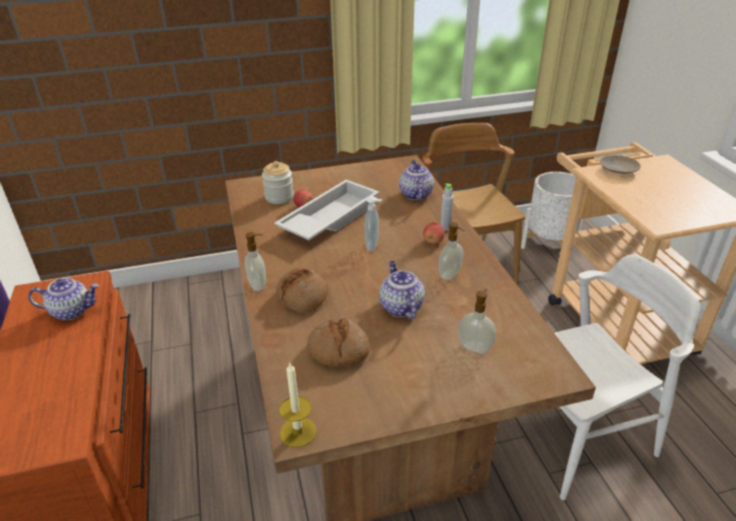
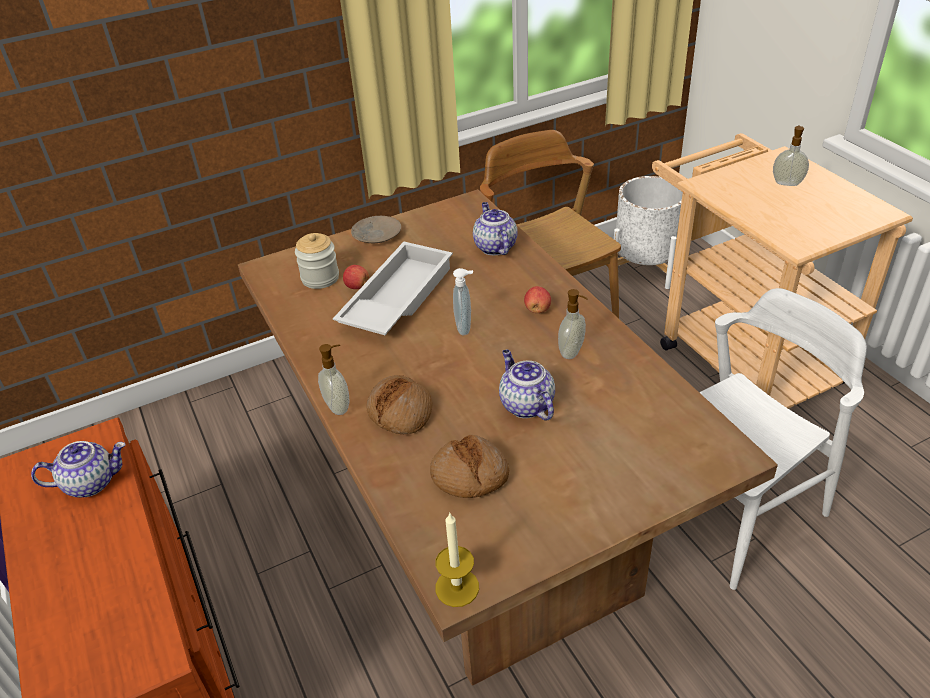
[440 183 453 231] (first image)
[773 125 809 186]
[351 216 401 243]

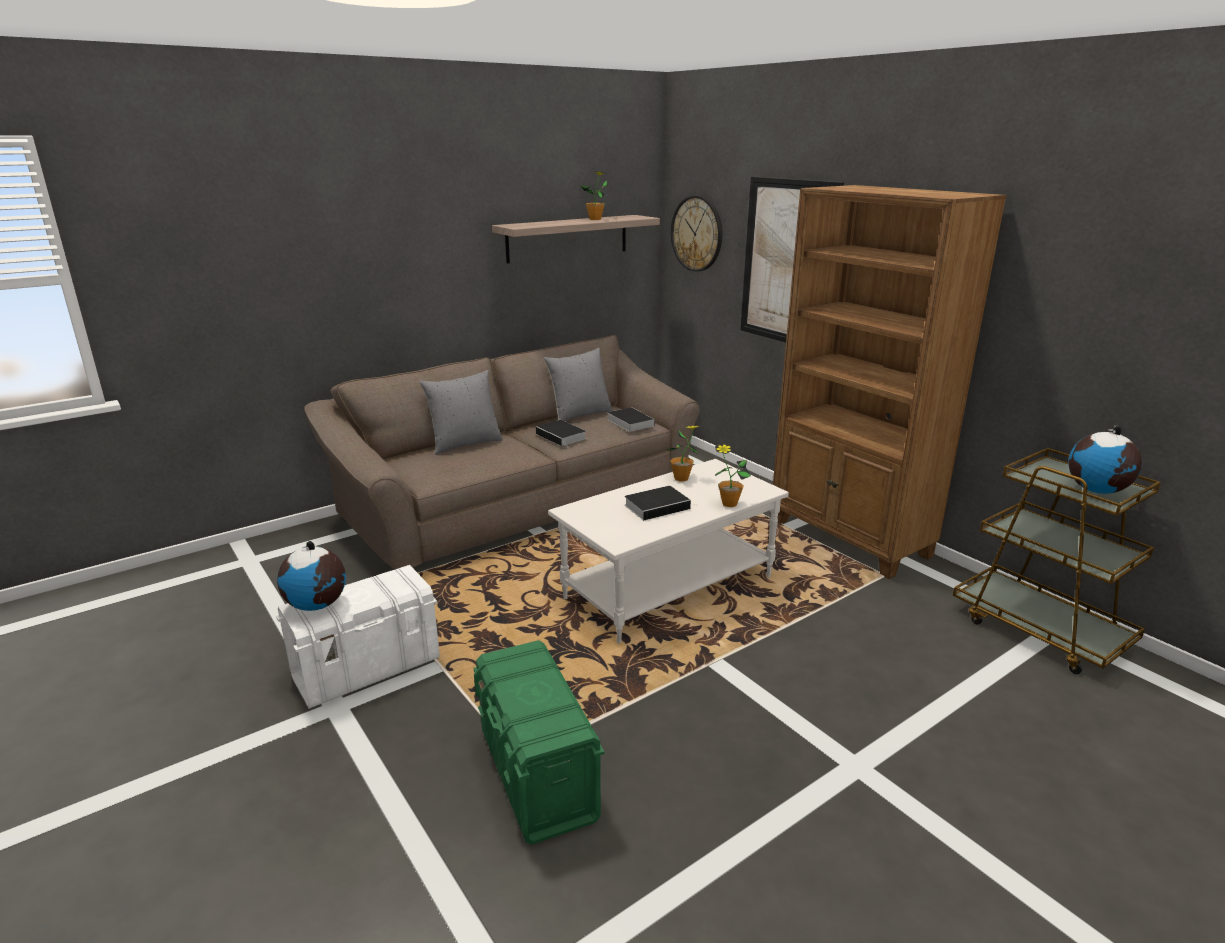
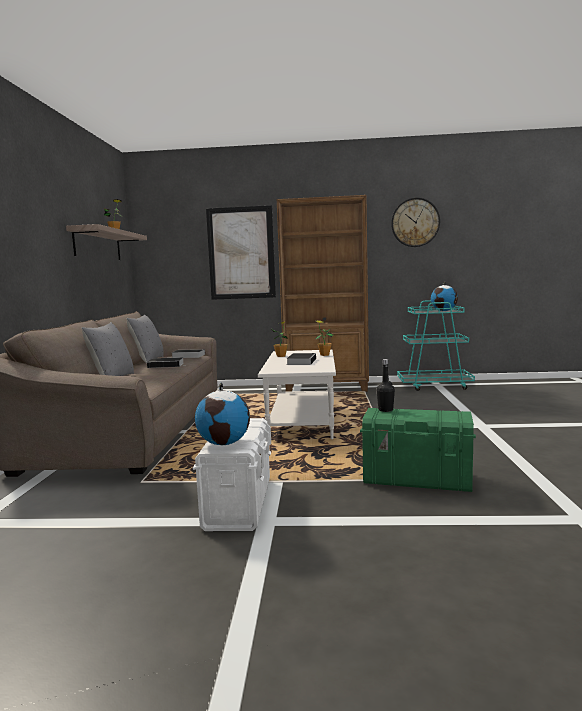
[391 198 440 247]
[397 300 475 391]
[377 359 395 412]

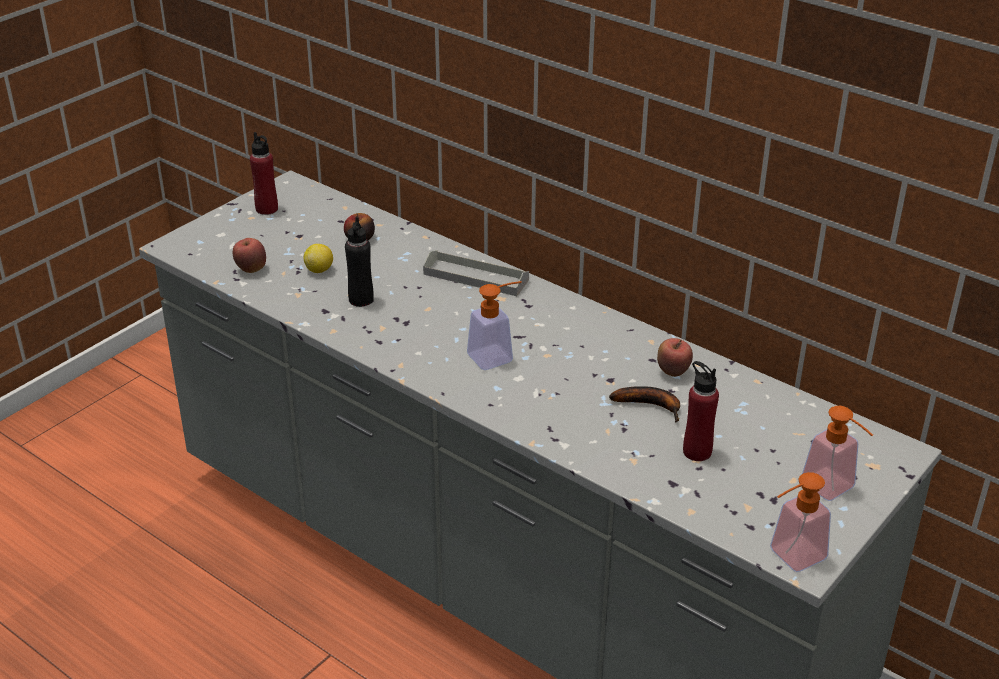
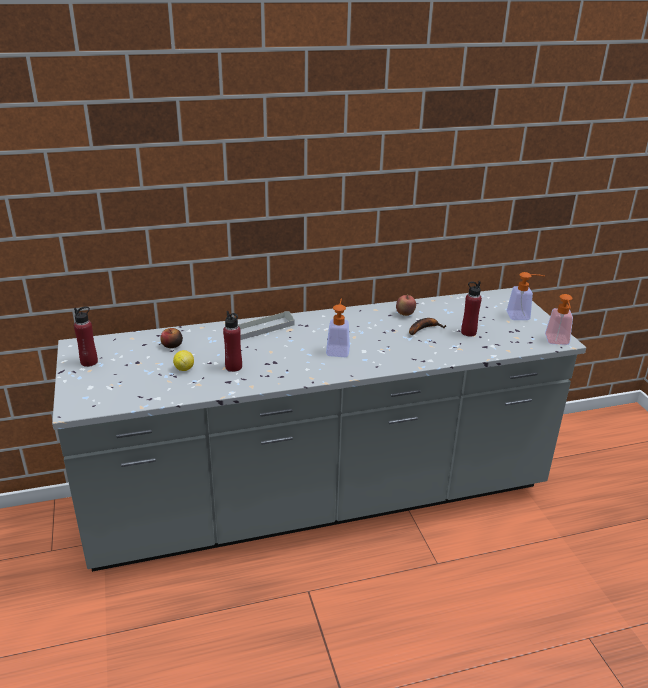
[233 238 266 273] (first image)
[223 311 242 372]

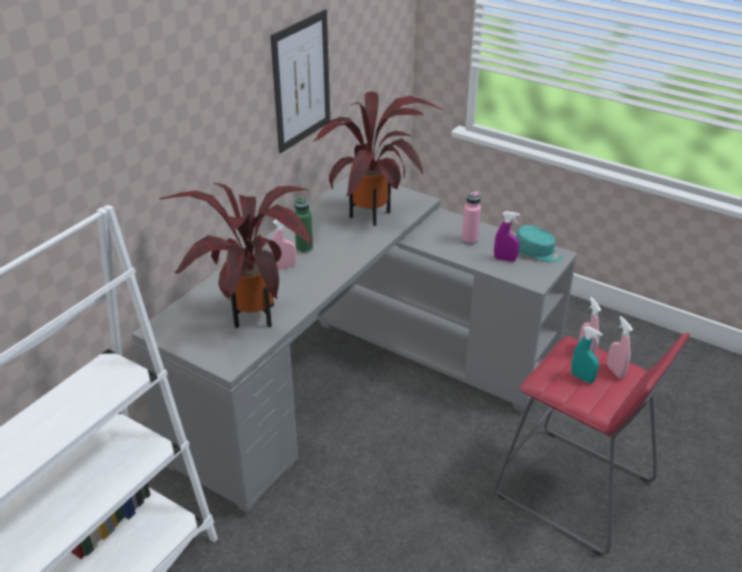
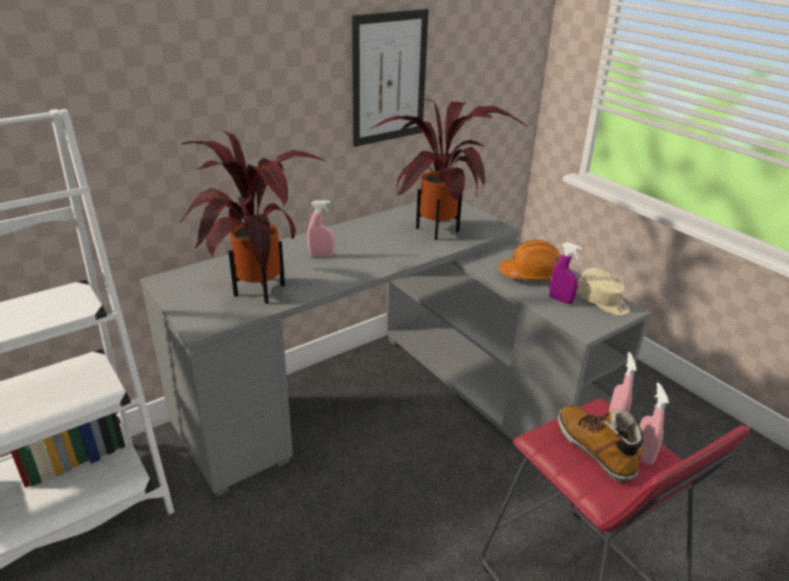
[294 198 313 253] (first image)
[499 240 560 281]
[577 268 630 315]
[558 405 644 483]

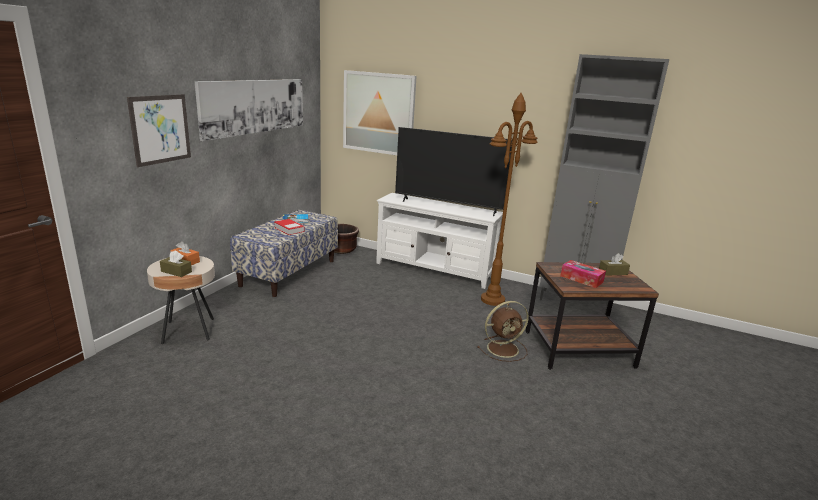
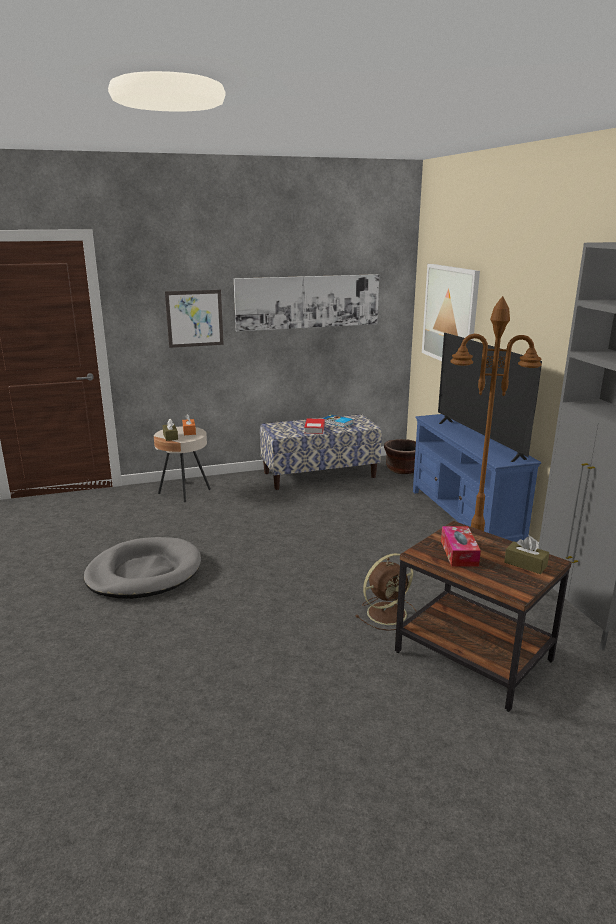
[413 414 541 542]
[355 553 416 631]
[84 537 201 599]

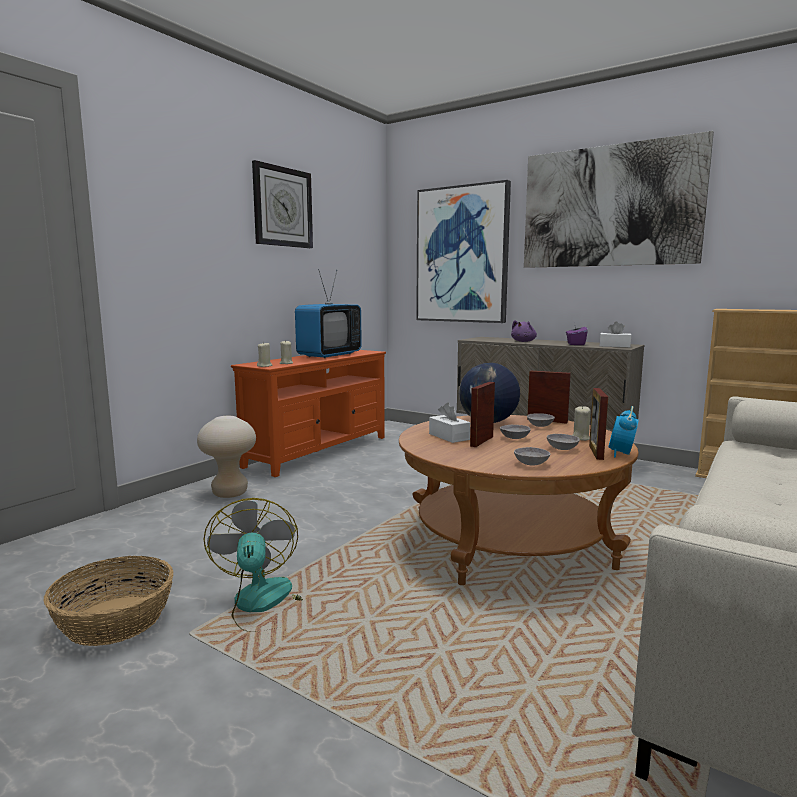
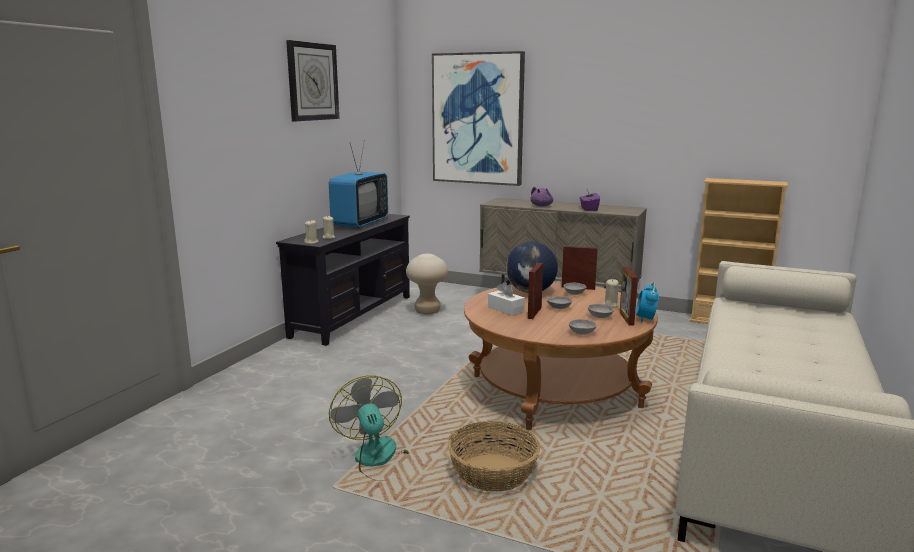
[447 421 540 492]
[406 254 448 314]
[276 214 410 346]
[524 131 714 268] (first image)
[600 321 631 347] (first image)

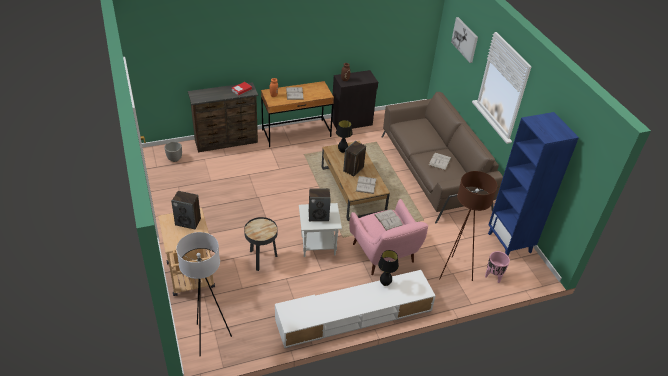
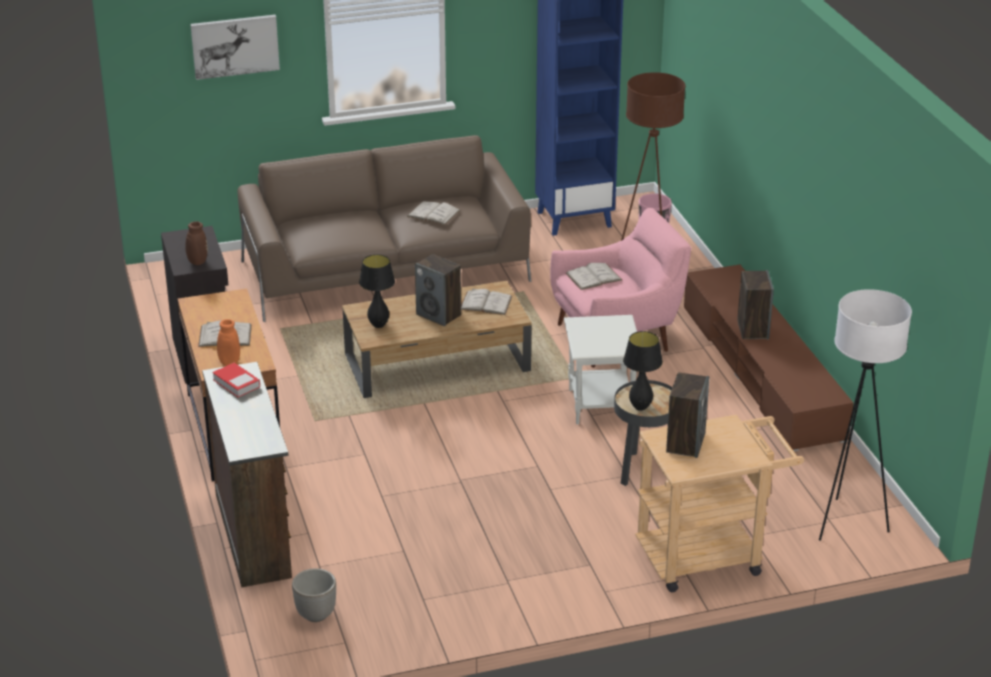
[684 264 853 451]
[737 270 774 340]
[623 331 663 411]

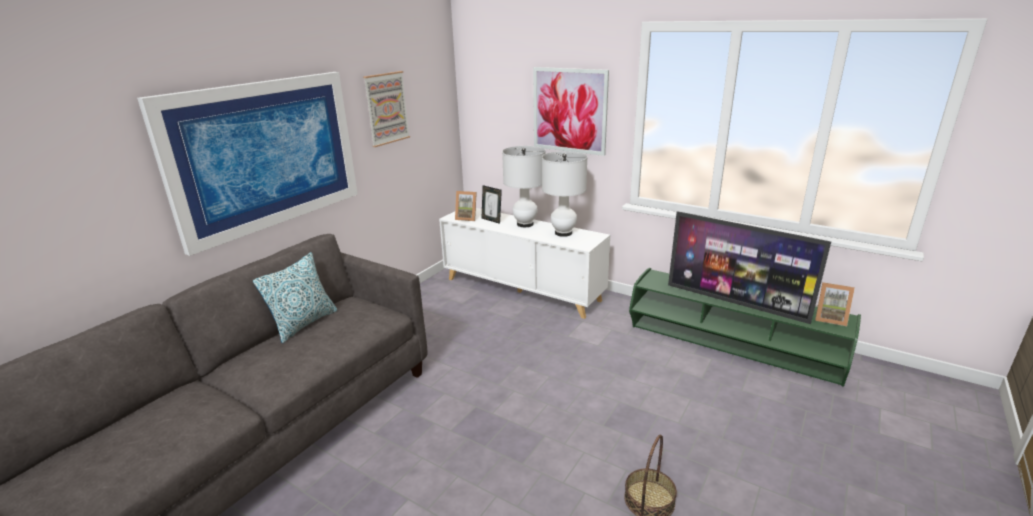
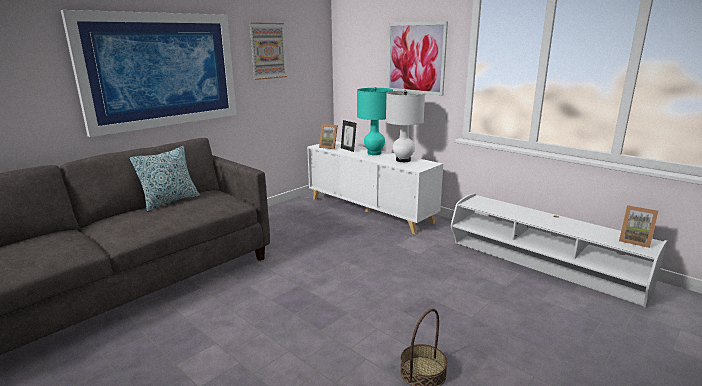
[357 87 393 155]
[451 193 667 308]
[668 211 831 324] (first image)

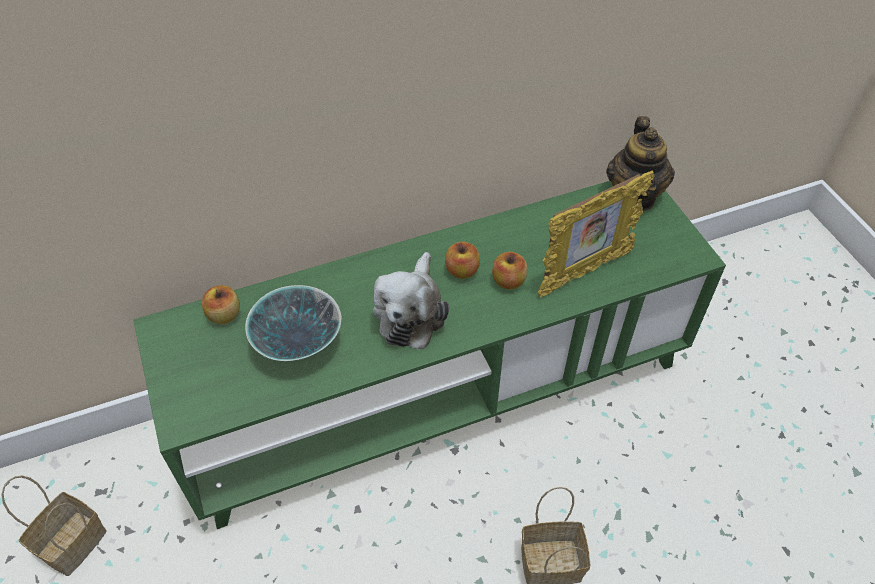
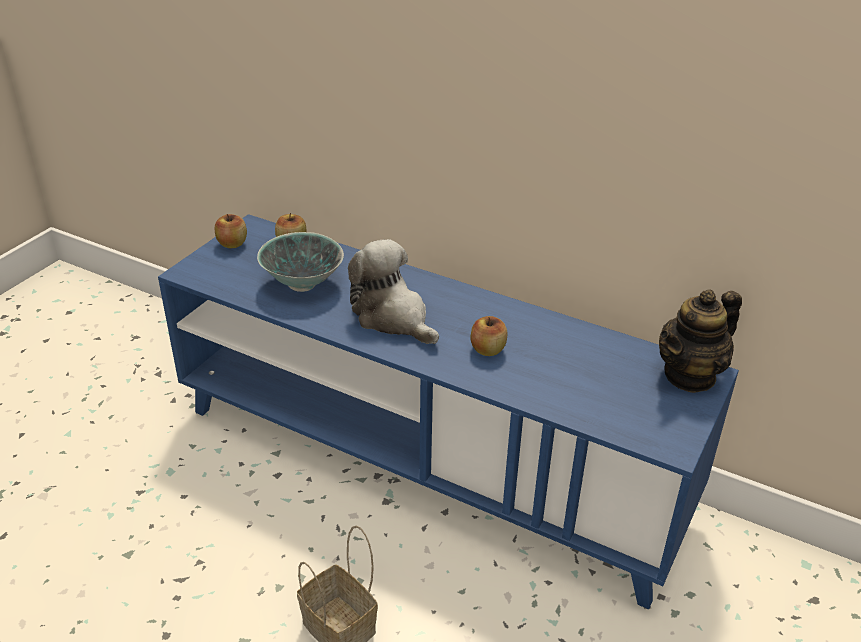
[1 476 107 576] (first image)
[158 214 739 609]
[348 239 439 344]
[215 214 247 248]
[538 170 654 297] (first image)

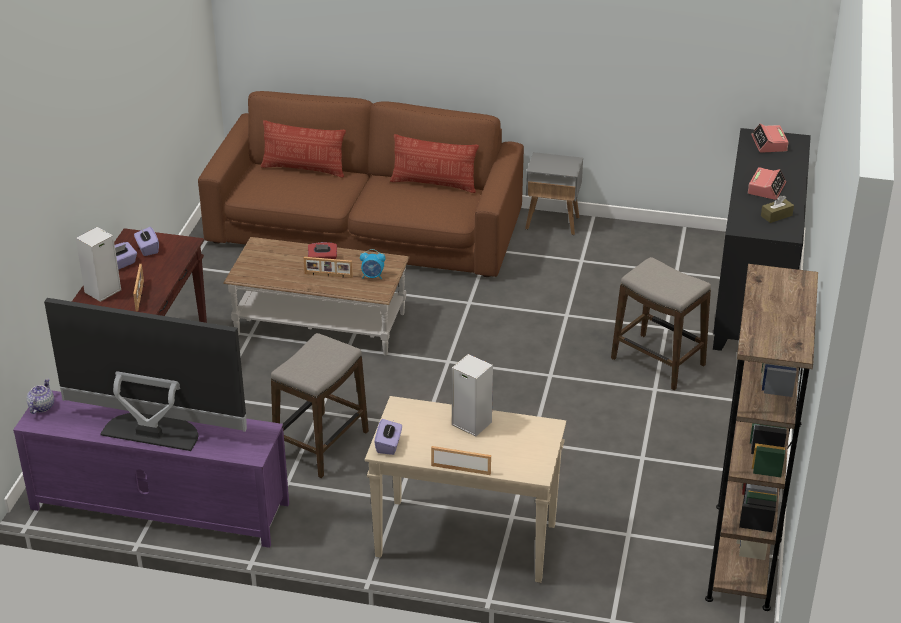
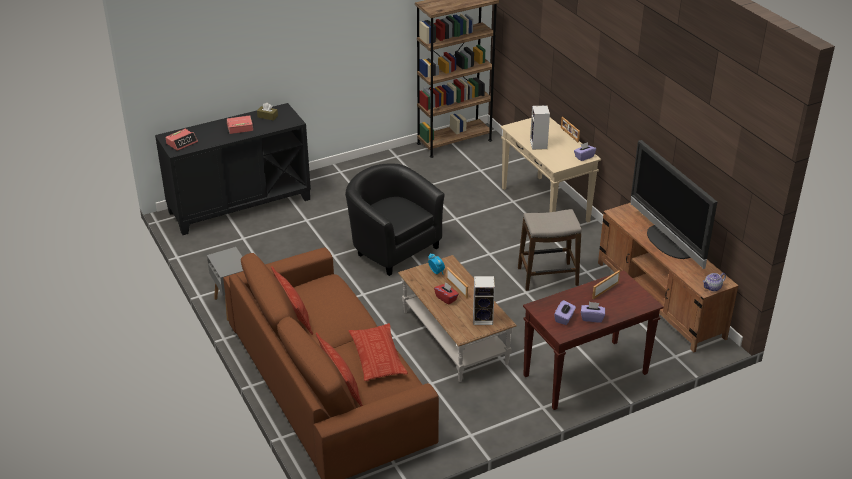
[598 203 739 352]
[473 276 495 325]
[611 257 711 390] (first image)
[345 163 445 276]
[349 323 408 381]

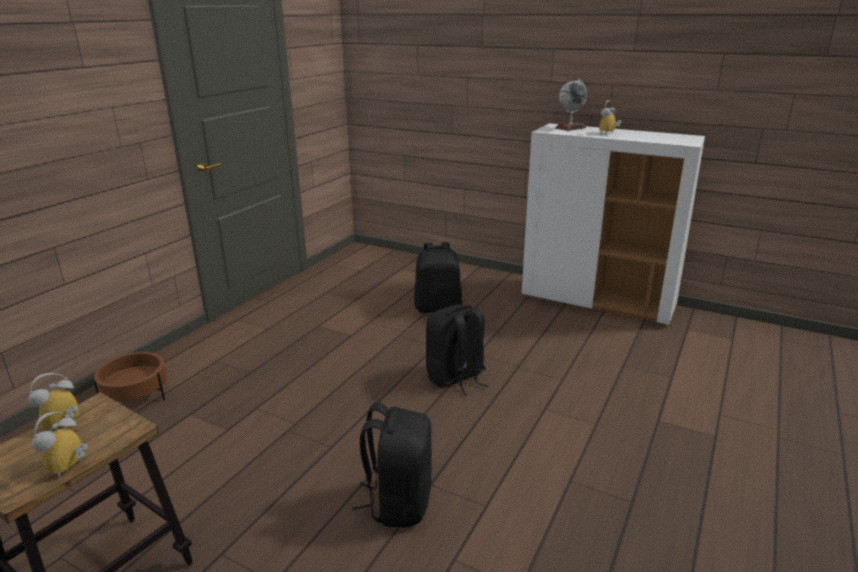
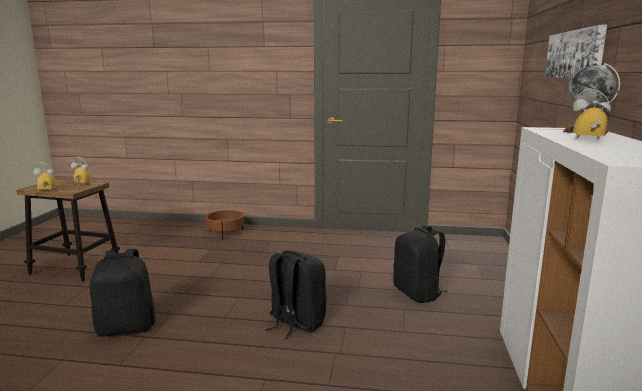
[545 25 607 78]

